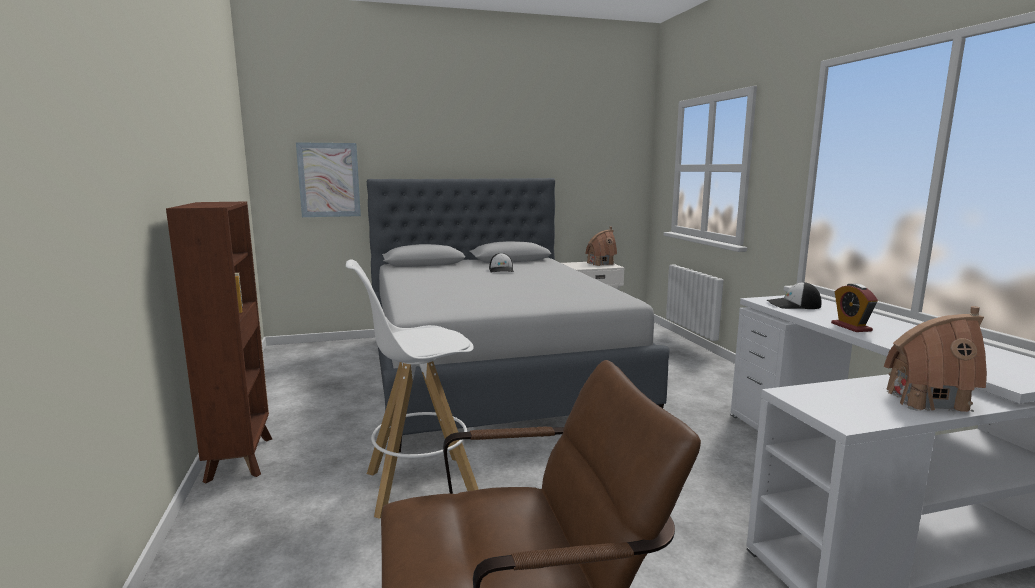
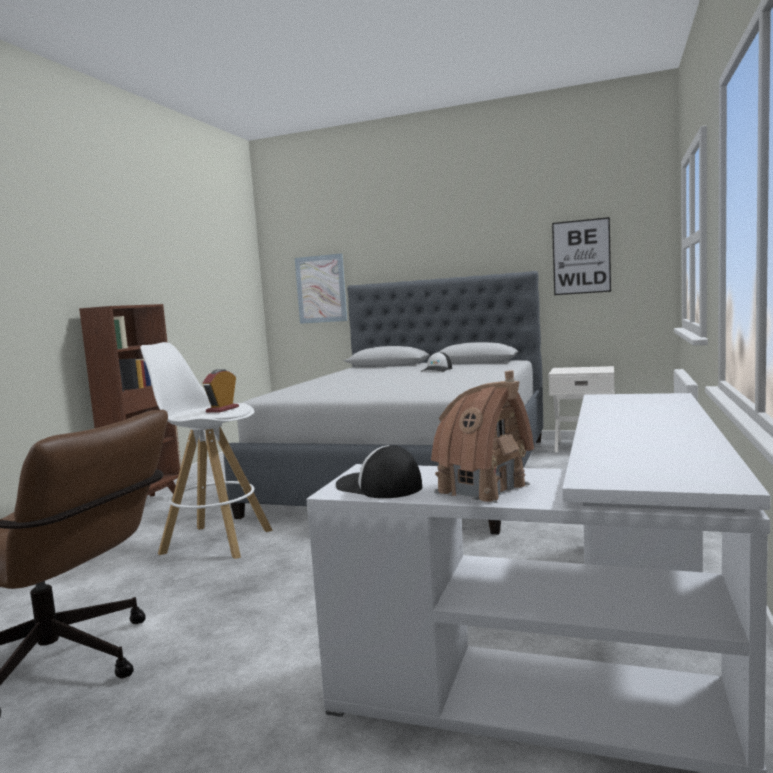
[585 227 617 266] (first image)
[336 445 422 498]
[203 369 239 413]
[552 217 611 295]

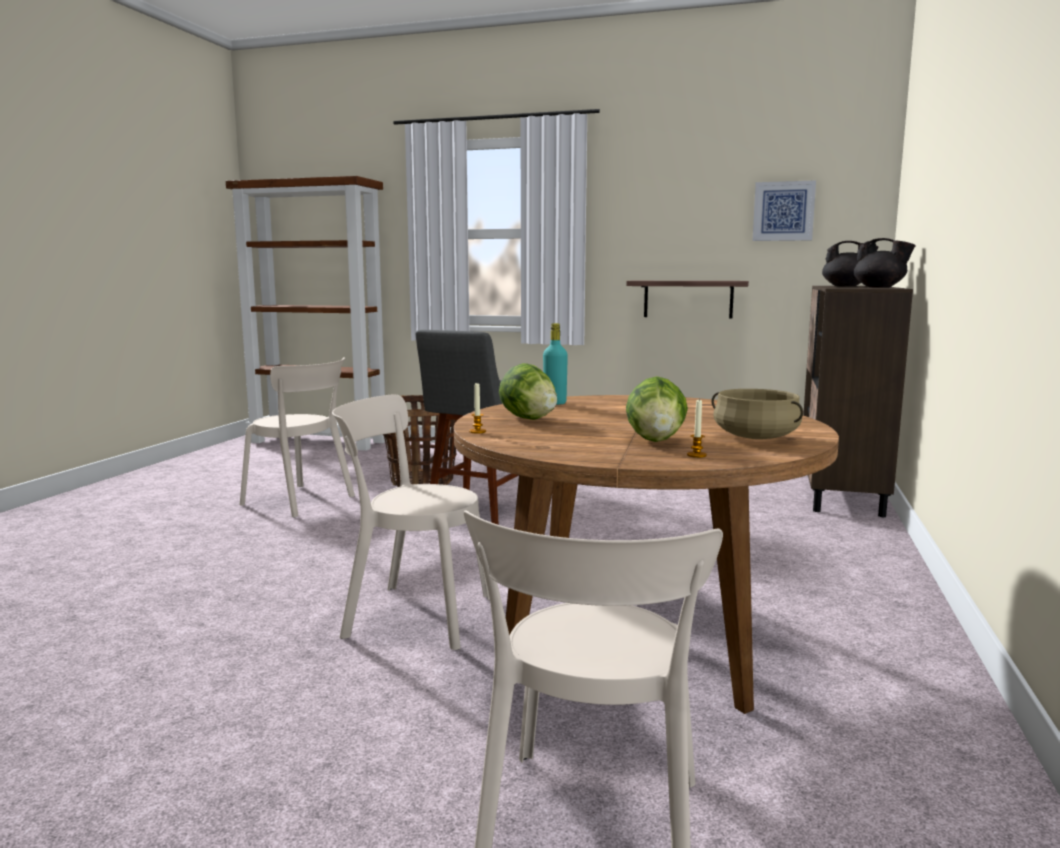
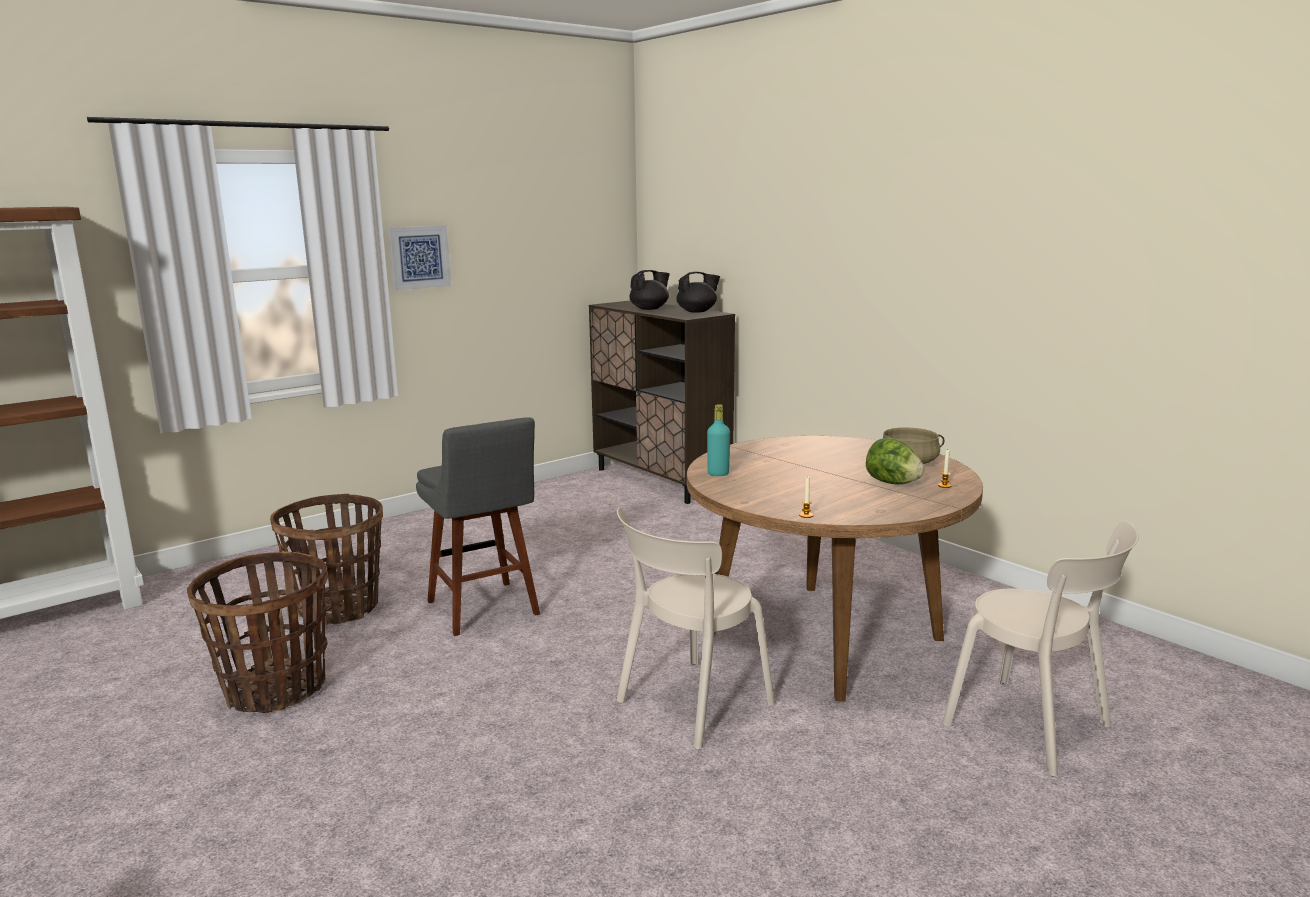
[187 552 328 713]
[499 363 557 420] (first image)
[626 281 749 318] (first image)
[388 226 451 291]

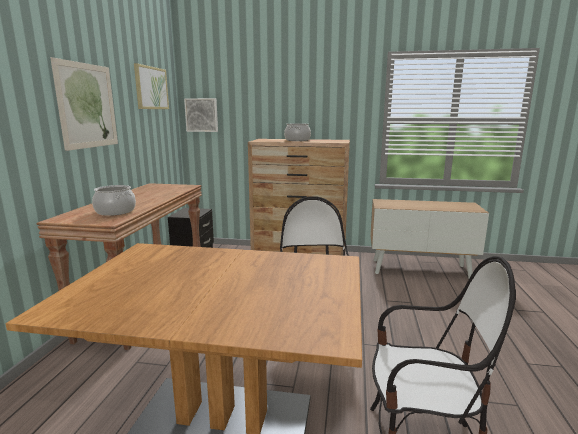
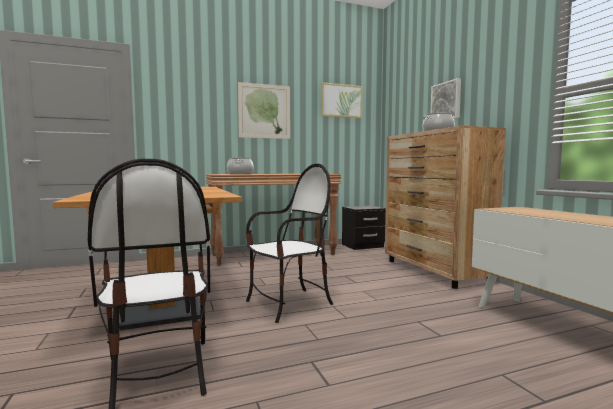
[431 78 461 119]

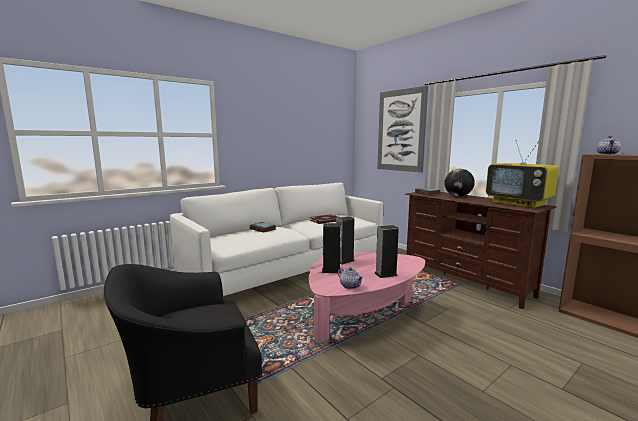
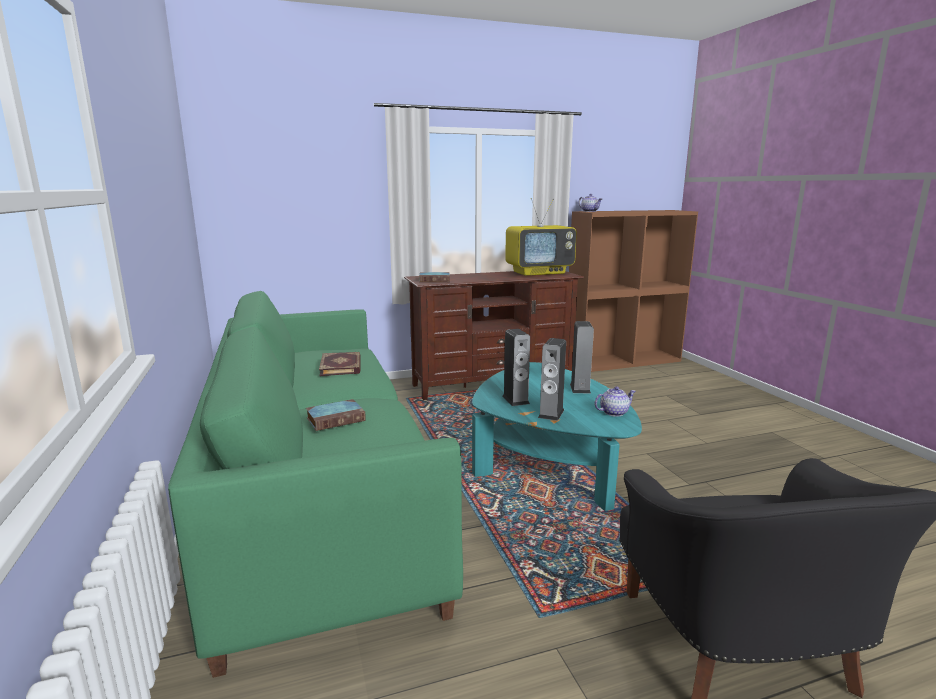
[168 291 463 678]
[472 362 642 511]
[377 86 428 172] (first image)
[444 169 475 197] (first image)

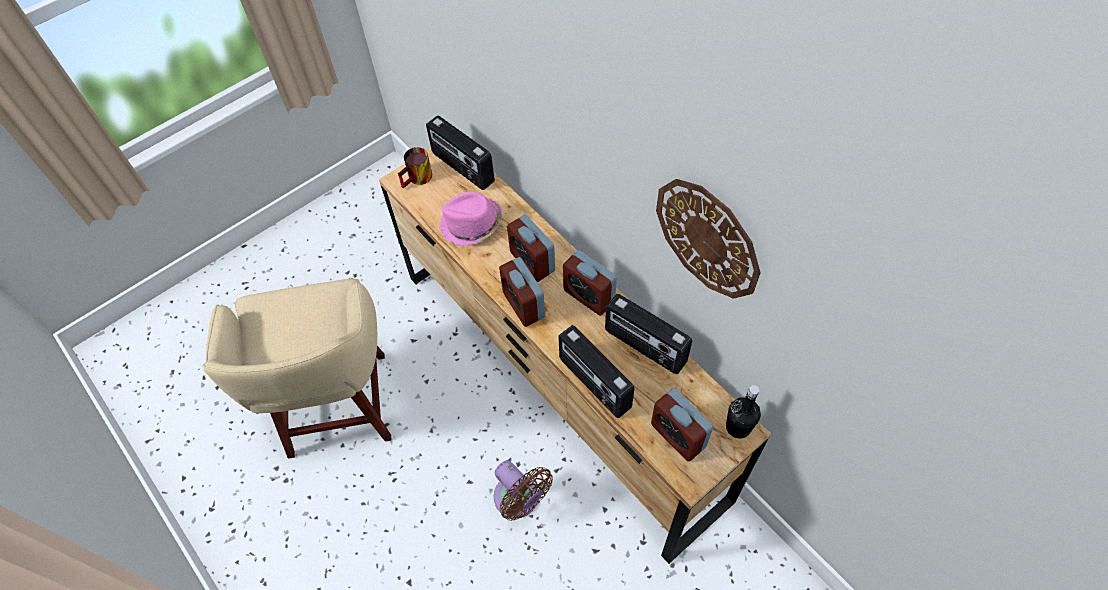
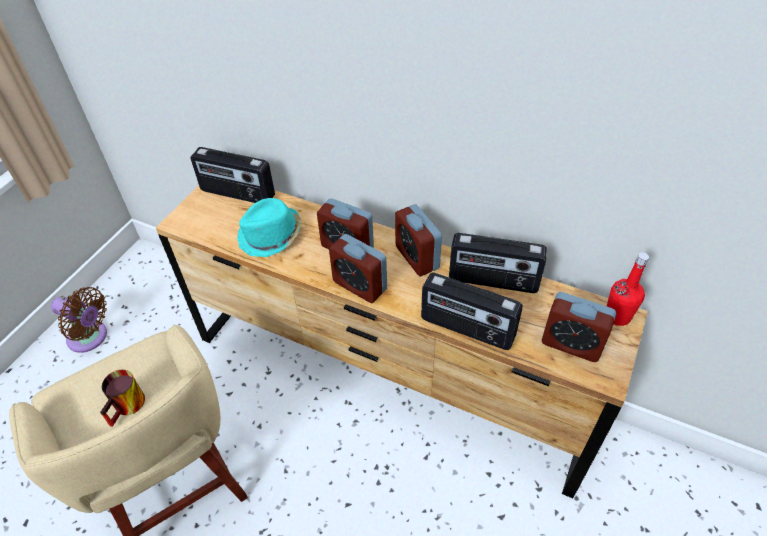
[100 370 145 427]
[237 198 301 257]
[51 287 107 353]
[395 204 442 276]
[656 179 760 299] (first image)
[607 252 649 326]

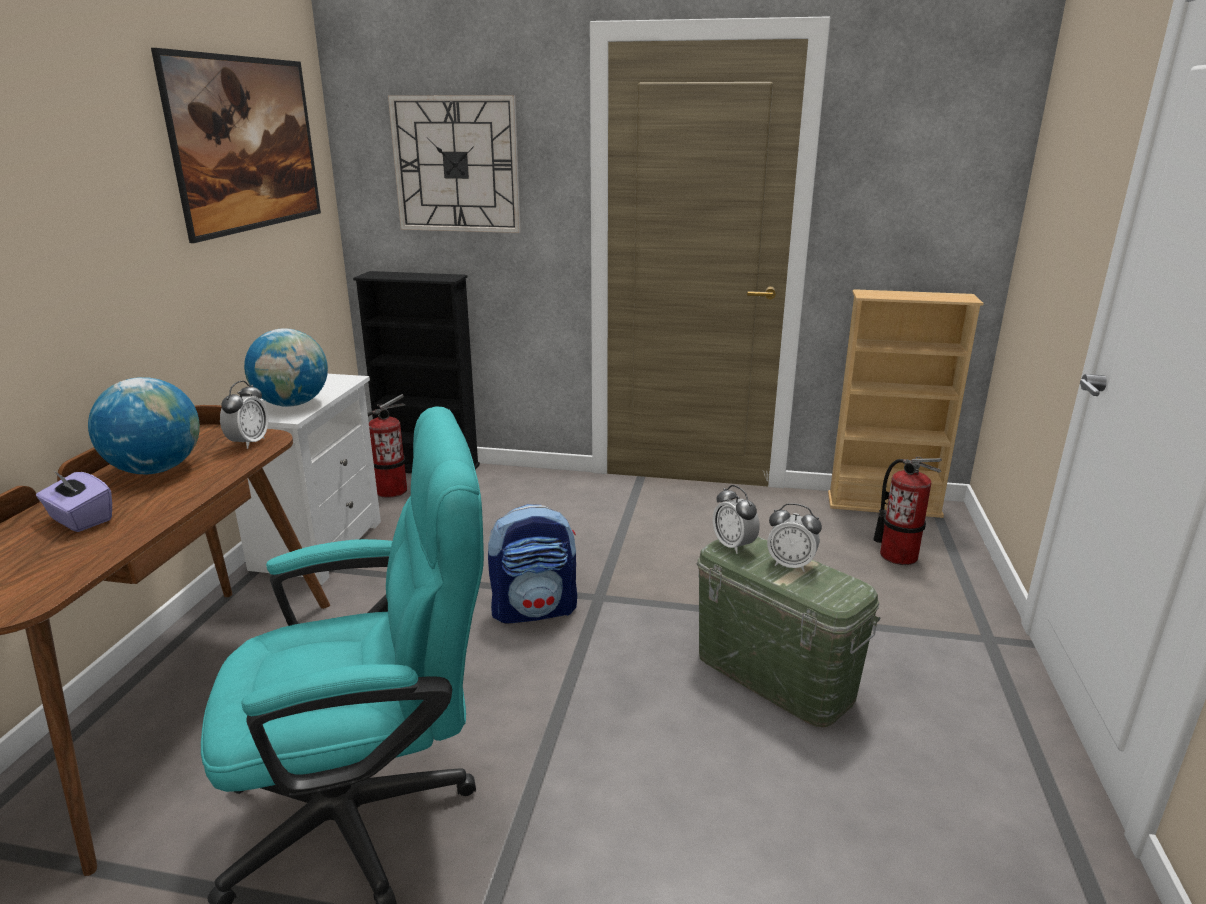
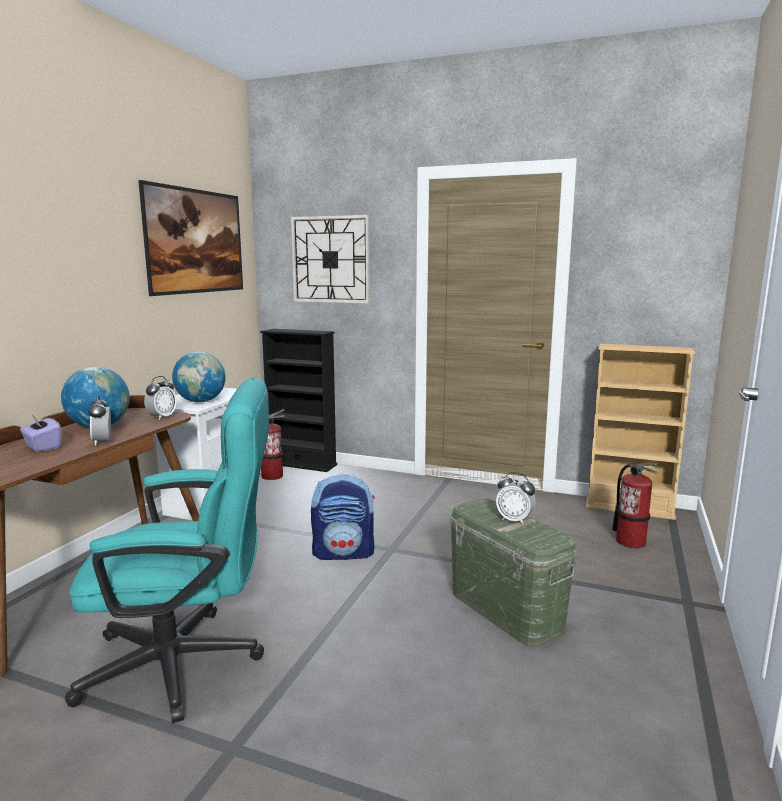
[88 395 111 446]

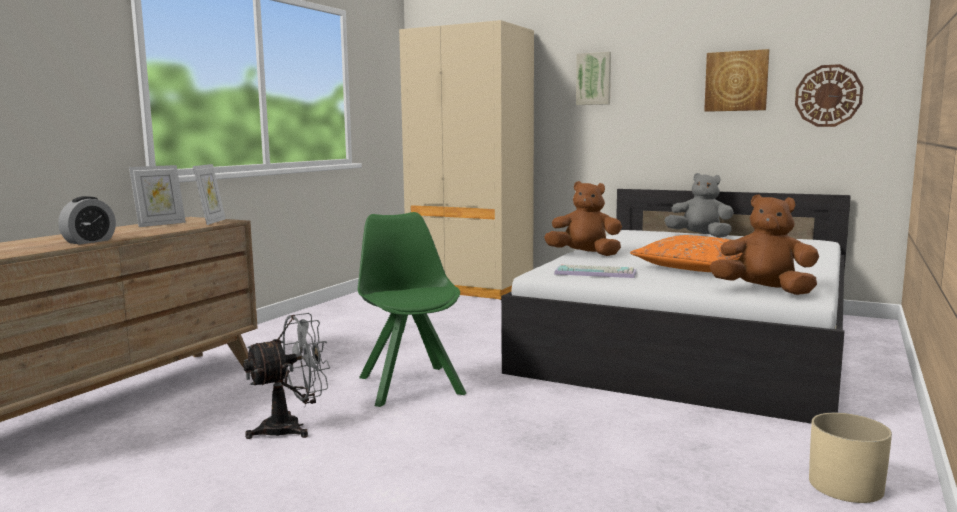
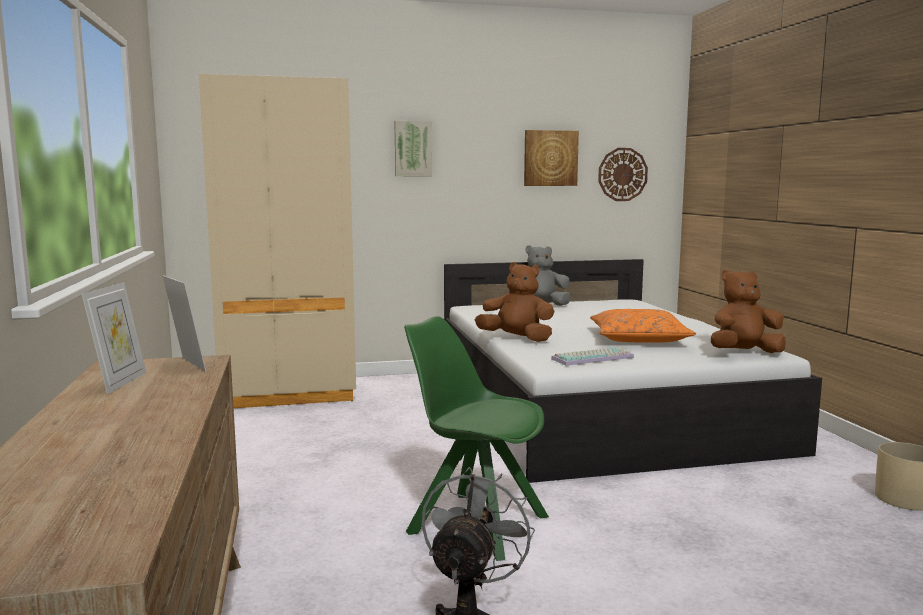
[58 196 116 244] (first image)
[475 262 555 342]

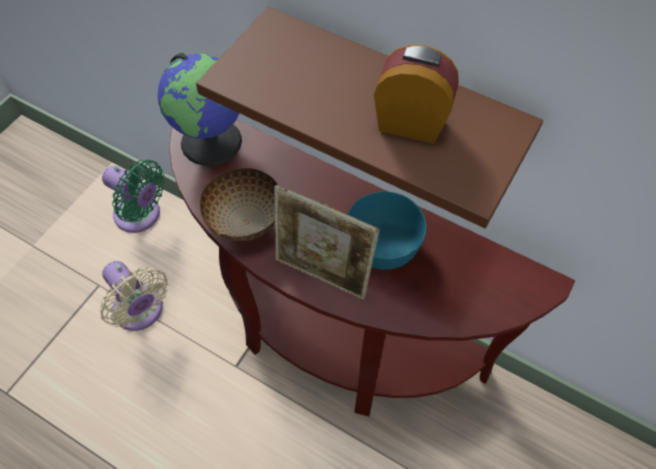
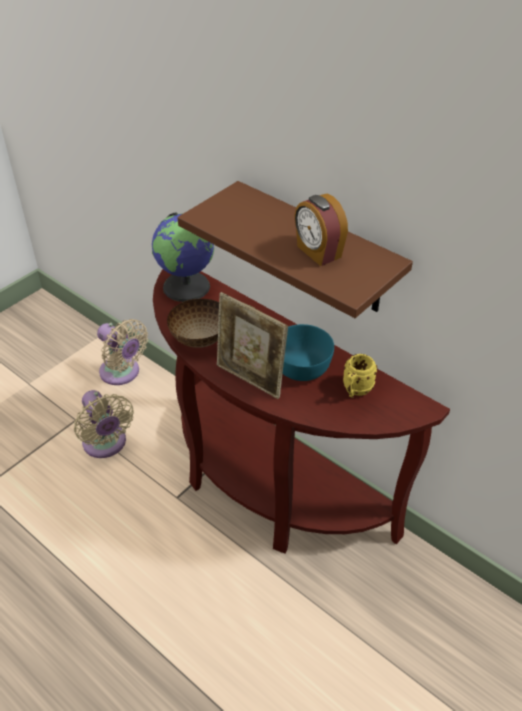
[97 319 148 385]
[294 194 348 266]
[343 354 377 398]

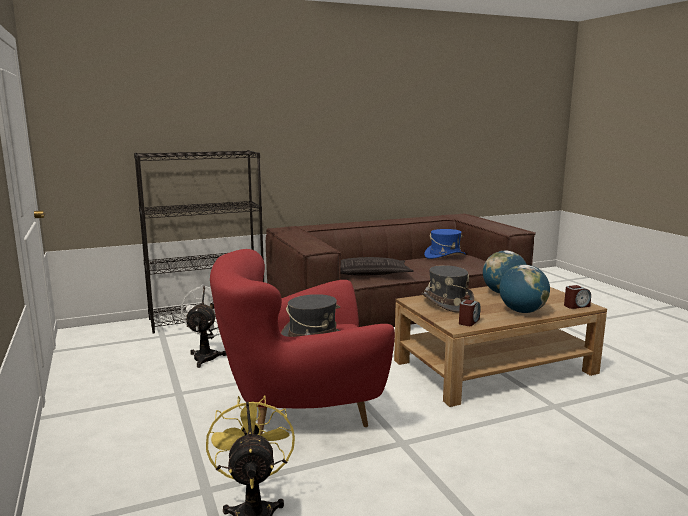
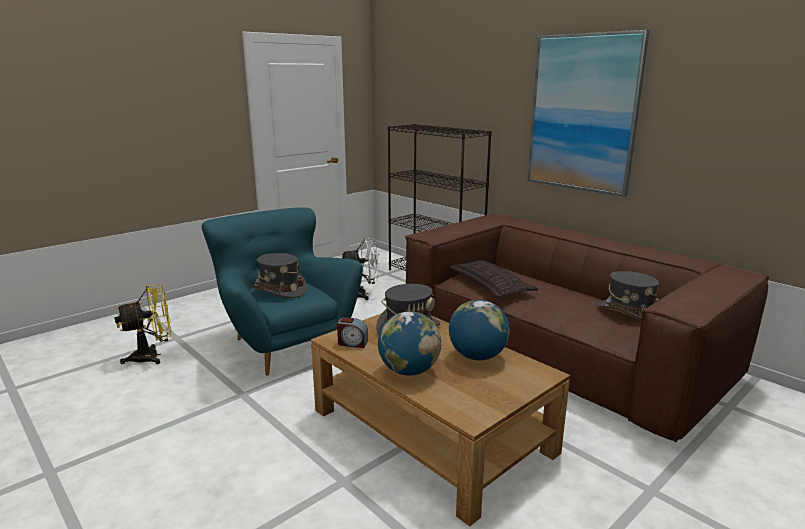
[202 207 363 376]
[598 271 659 320]
[564 285 591 309] (first image)
[527 30 650 197]

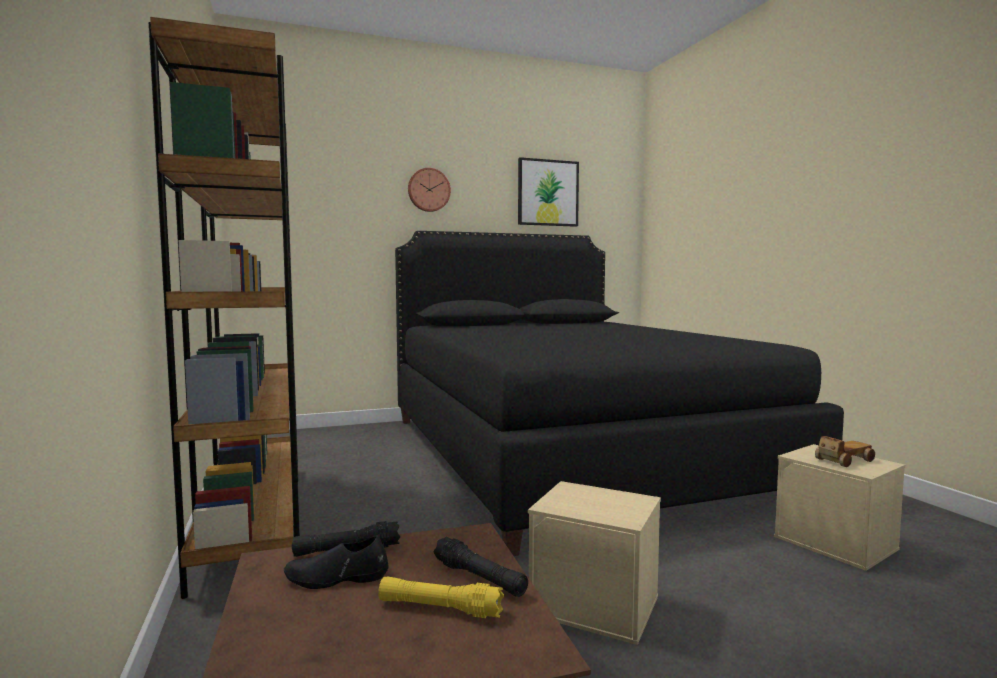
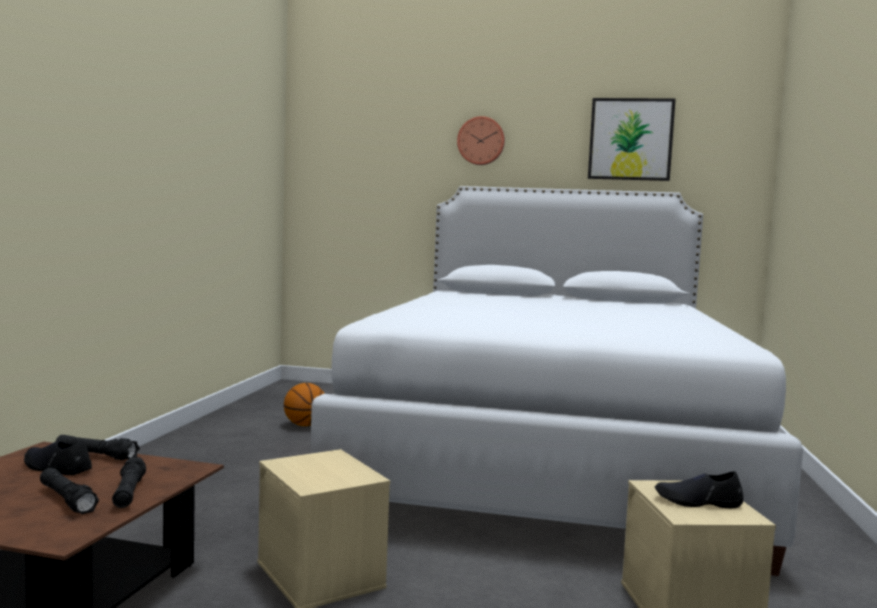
[148 17 300 599] (first image)
[40 468 99 514]
[310 186 803 576]
[655 471 743 508]
[284 383 325 426]

